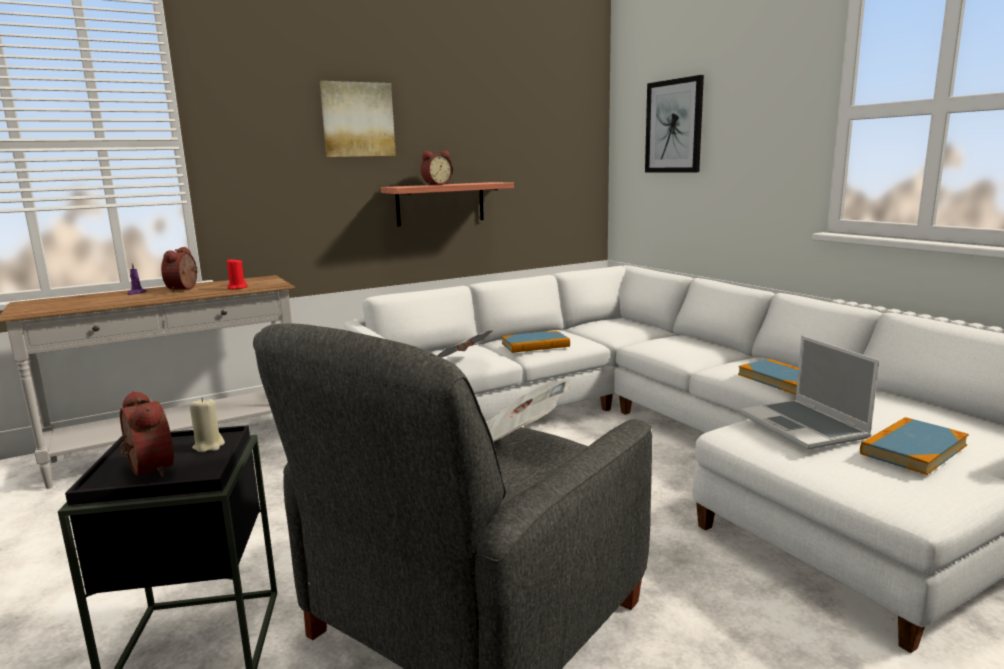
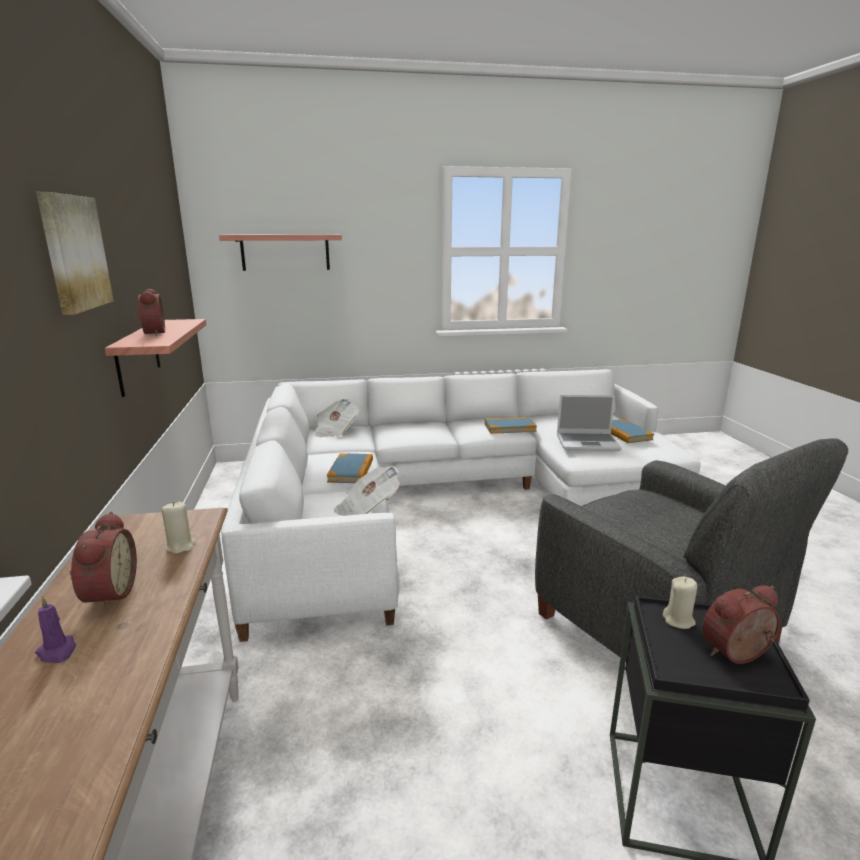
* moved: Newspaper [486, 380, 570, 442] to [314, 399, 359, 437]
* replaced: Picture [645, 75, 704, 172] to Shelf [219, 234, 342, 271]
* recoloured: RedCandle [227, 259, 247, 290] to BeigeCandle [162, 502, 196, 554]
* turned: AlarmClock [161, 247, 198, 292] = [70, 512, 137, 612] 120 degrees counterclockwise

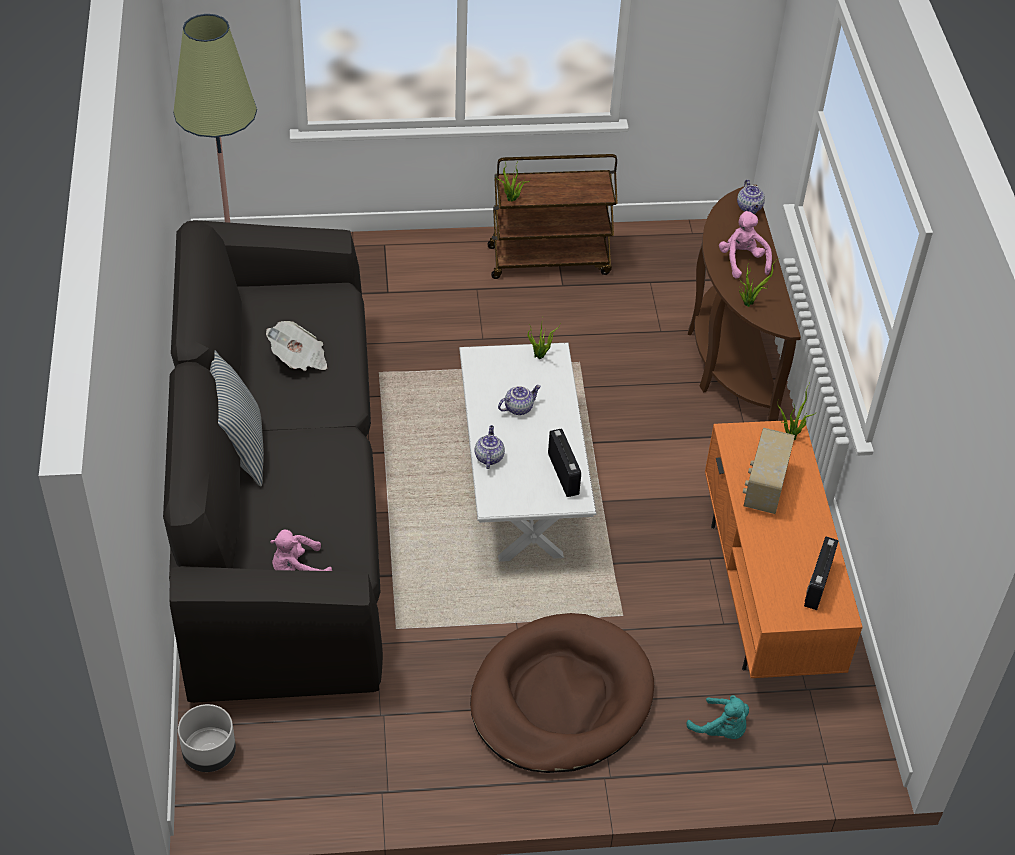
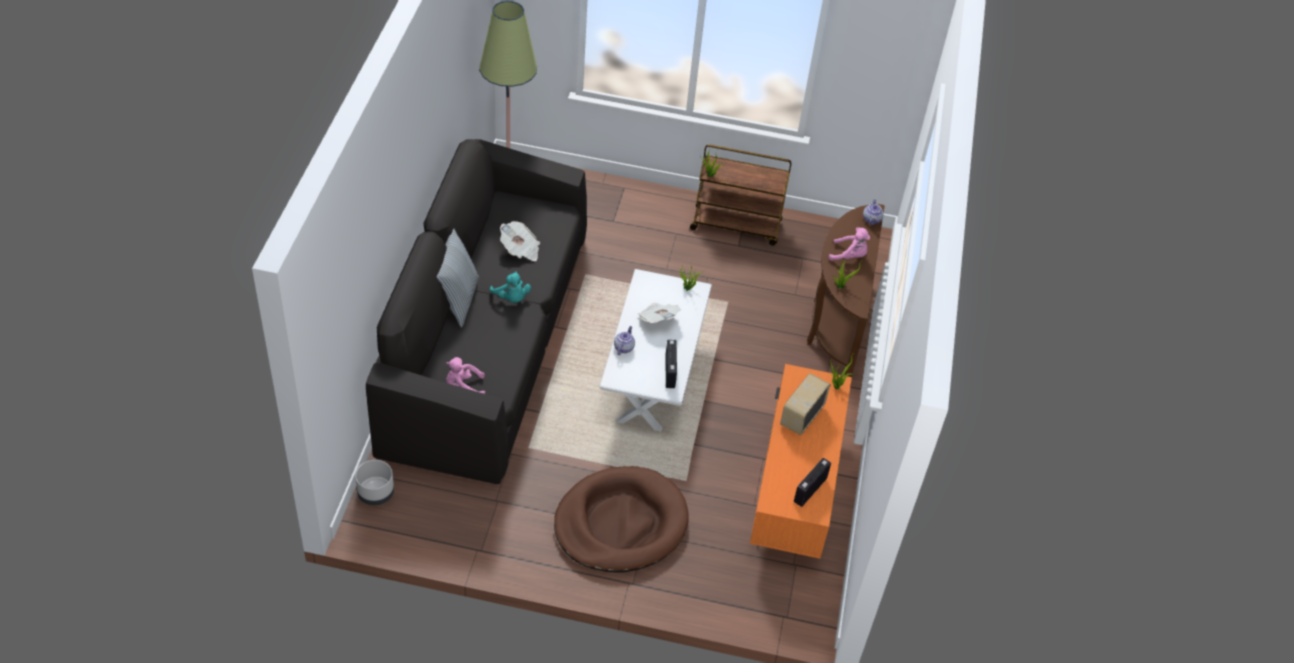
* moved: TurquoisePlushToy [686, 695, 749, 739] to [490, 271, 531, 303]
* replaced: Teapot [498, 385, 541, 415] to Newspaper [637, 303, 681, 323]
* turned: PinkPlushToy [719, 211, 772, 279] = [829, 227, 870, 261] 105 degrees clockwise

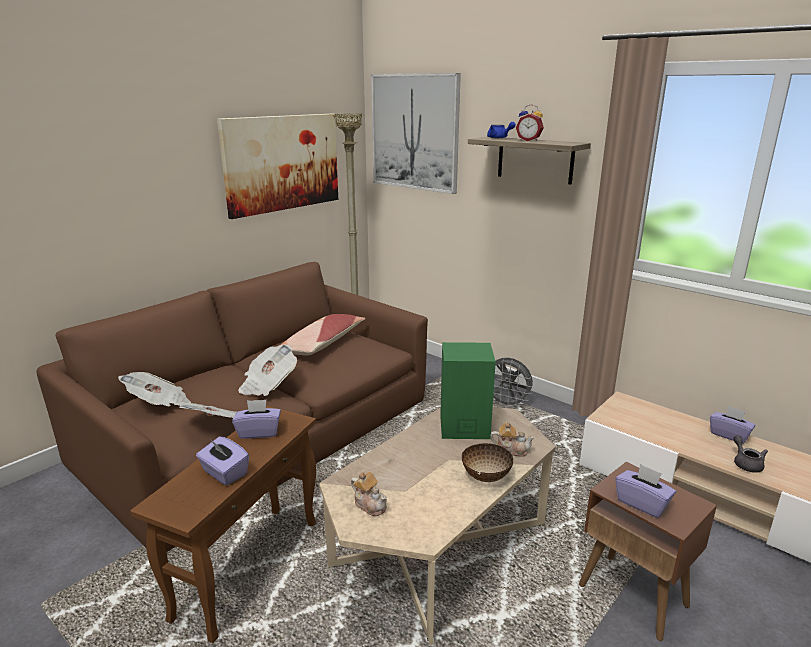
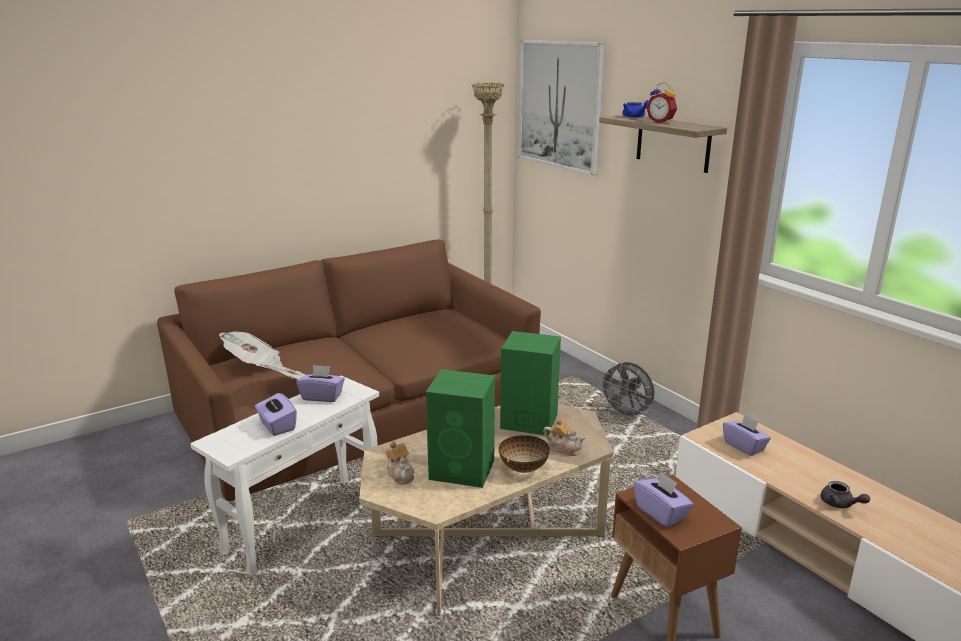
* removed: Picture [217, 114, 338, 219]
* removed: Newspaper [238, 344, 297, 396]
* removed: Pillow [281, 314, 365, 356]
* added: GreenSpeaker [426, 369, 495, 488]
* moved: PurpleTissueBox [710, 406, 756, 444] to [723, 415, 771, 456]
* recoloured: BrownSideTable [130, 406, 316, 643] to WhiteSideTable [190, 376, 379, 577]
* turned: GreyTeapot [733, 435, 768, 473] = [820, 481, 870, 508] 135 degrees clockwise

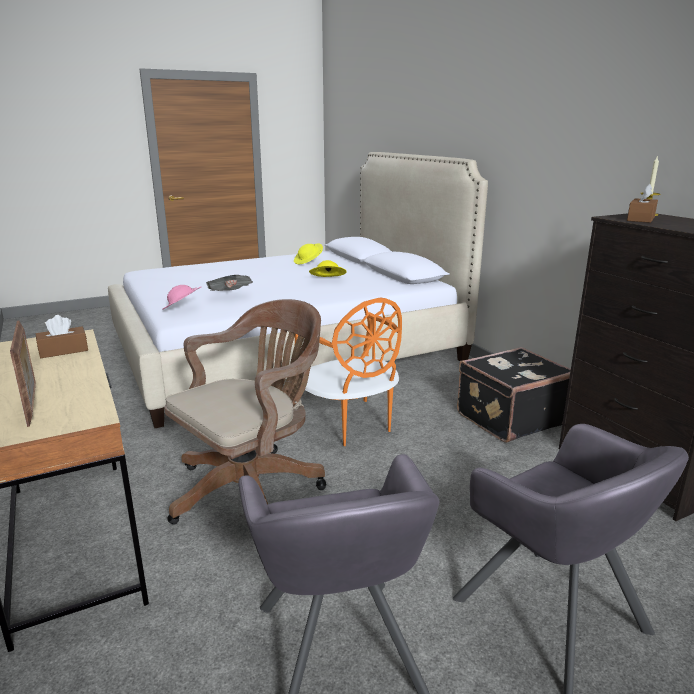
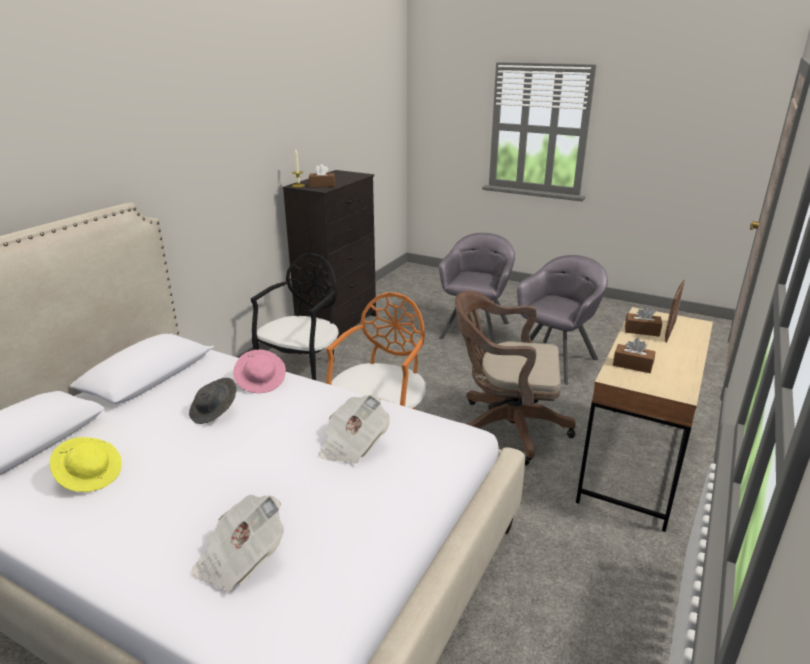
* added: Newspaper [192, 495, 284, 592]
* added: BrownTissueBox [625, 306, 662, 336]
* moved: PinkHat [162, 285, 201, 310] to [233, 350, 286, 393]
* replaced: BlackSuitcase [457, 347, 571, 443] to BlackChair [251, 253, 339, 380]
* recoloured: YellowHat [309, 260, 346, 277] to GreyHat [189, 378, 237, 424]

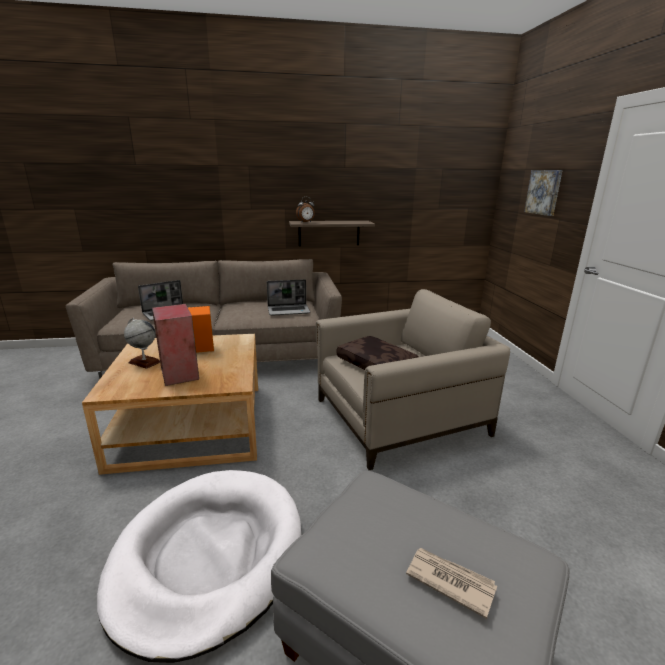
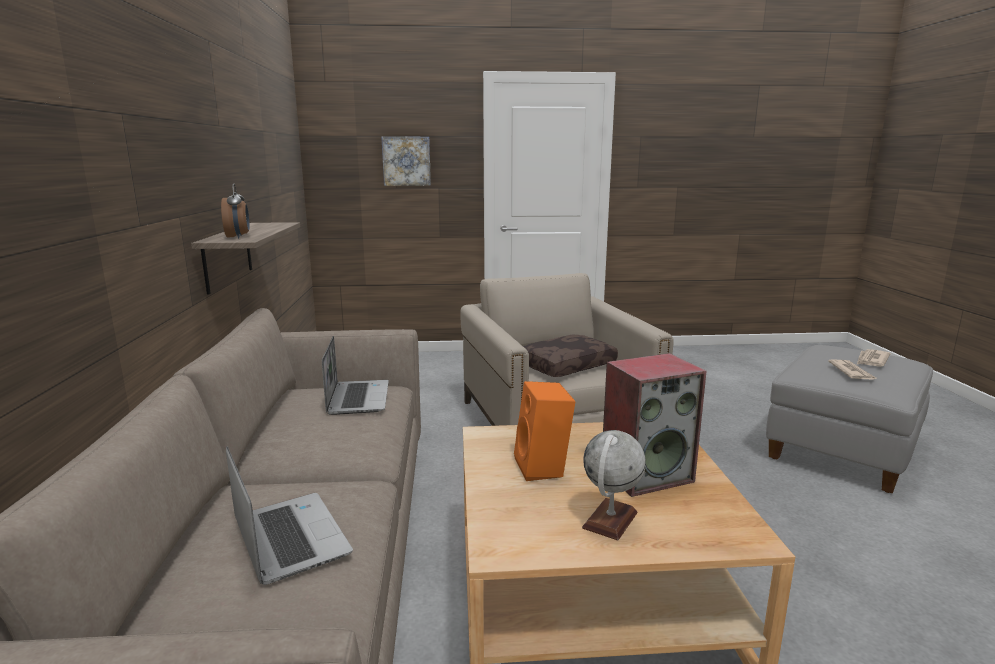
* removed: WhiteDogBed [97, 470, 301, 663]
* added: Newspaper [828, 360, 878, 379]

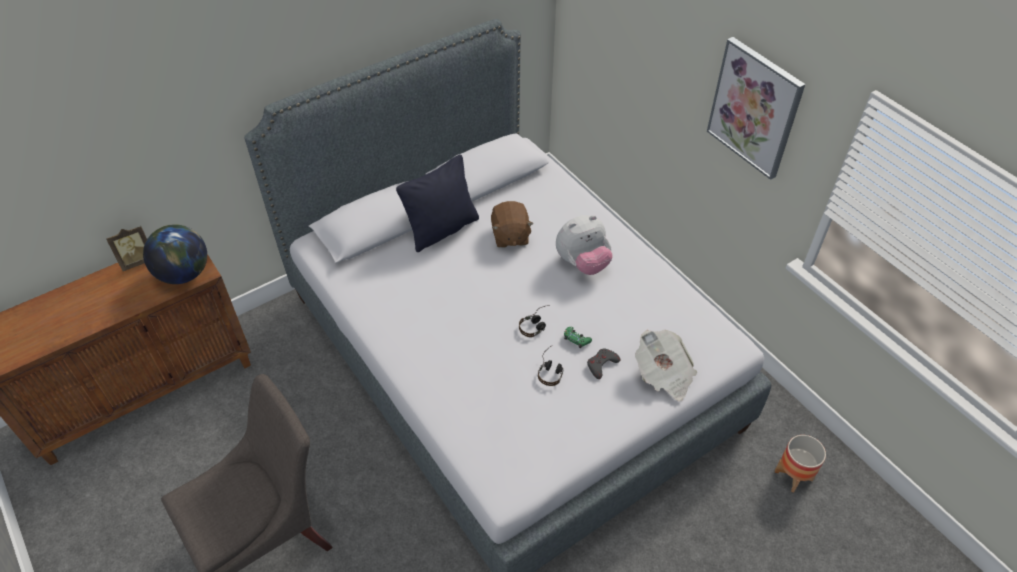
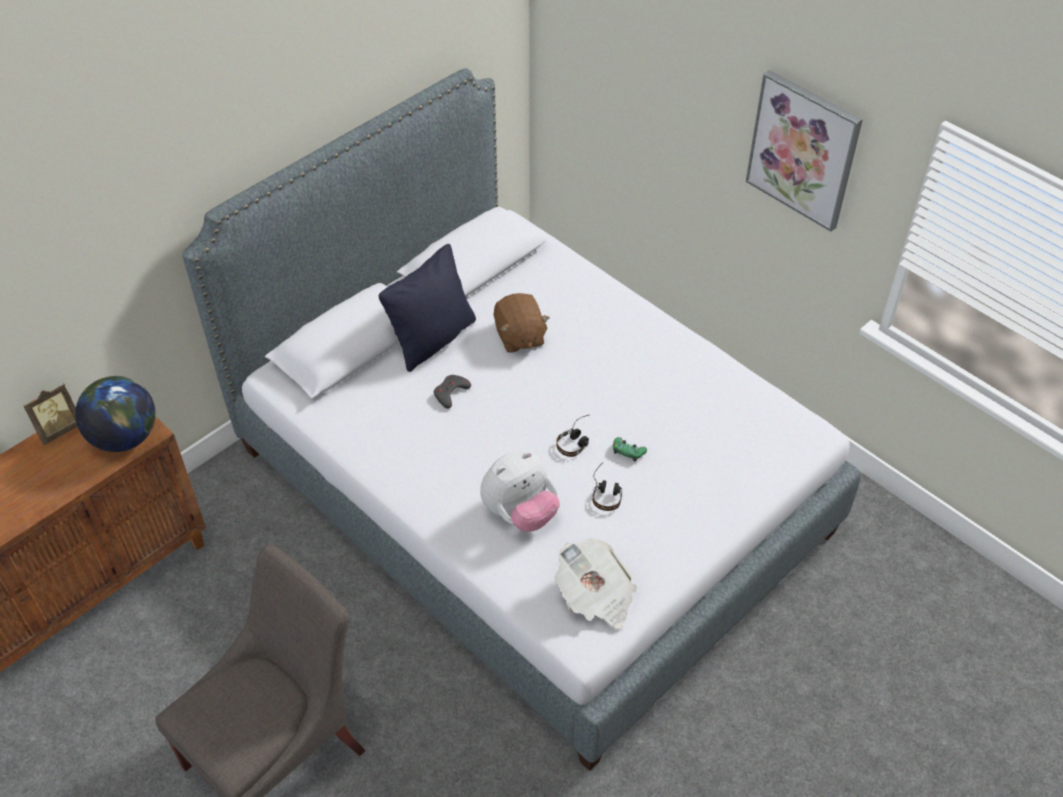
* removed: Planter [775, 435, 826, 492]
* moved: PlushToy [556, 215, 612, 275] to [480, 451, 560, 532]
* moved: GreyGameController [587, 348, 621, 379] to [434, 375, 471, 409]
* moved: Newspaper [635, 330, 697, 401] to [555, 539, 637, 629]

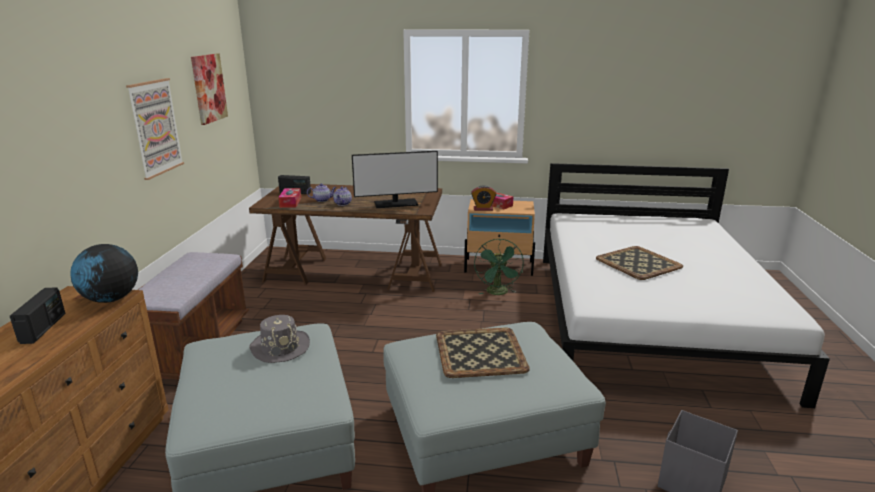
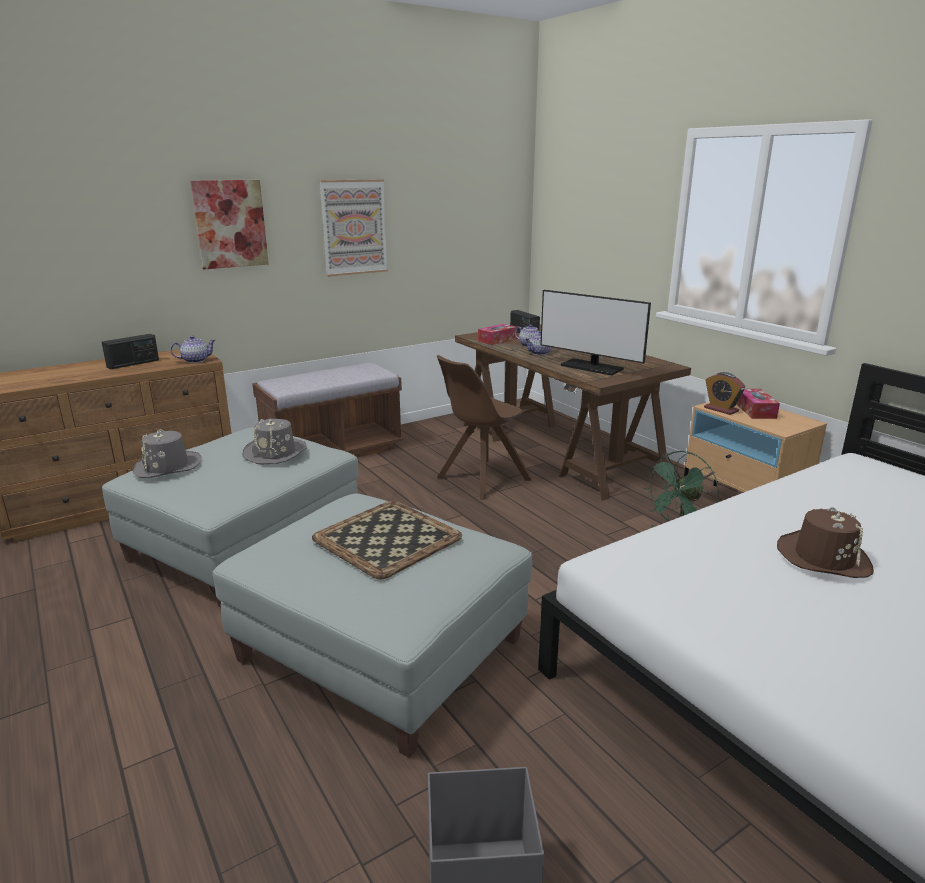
* added: GreyHat [133, 429, 202, 478]
* added: BrownChair [437, 355, 532, 500]
* moved: Picture [191, 54, 228, 125] to [190, 180, 269, 269]
* replaced: Globe [70, 244, 138, 303] to Teapot [170, 336, 216, 363]
* replaced: Tray [596, 246, 683, 280] to BrownHat [777, 507, 874, 578]

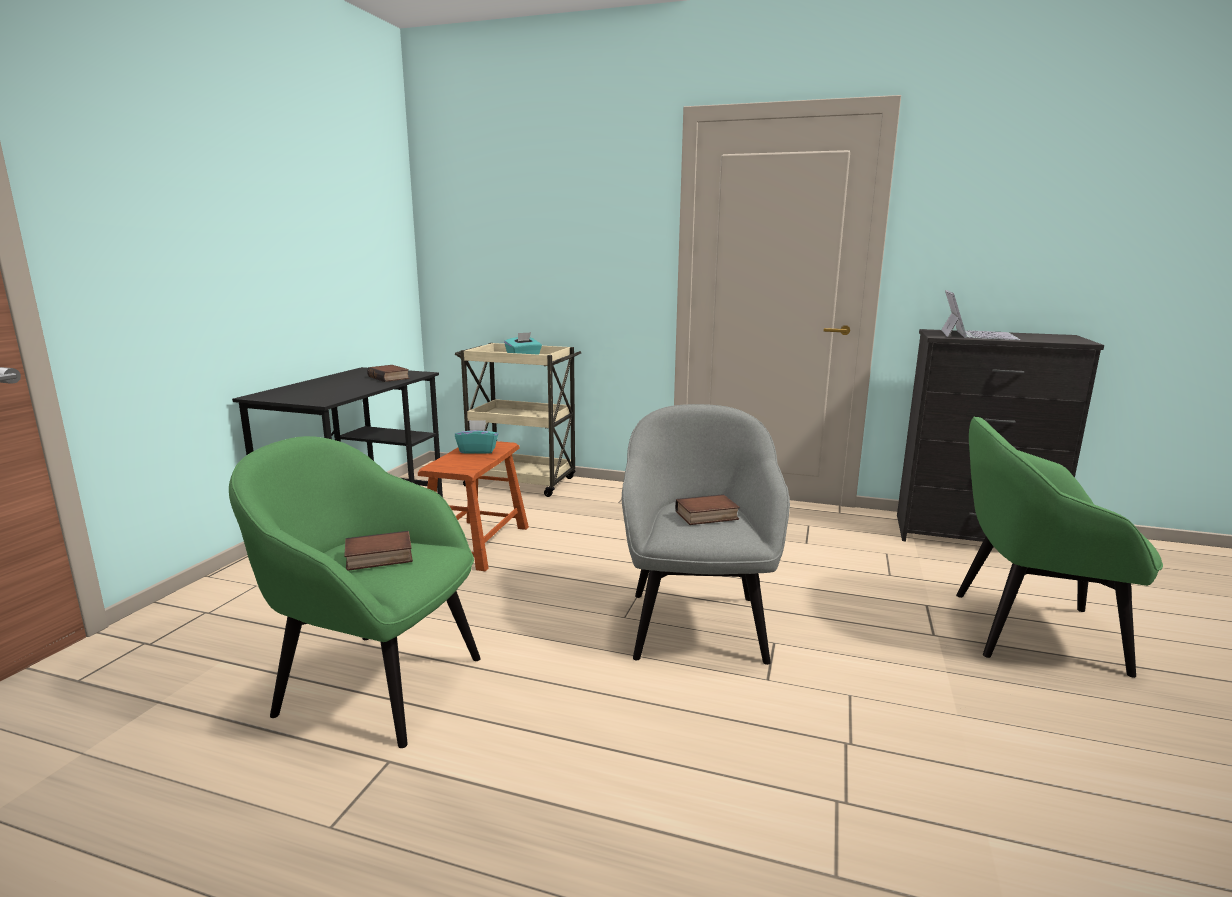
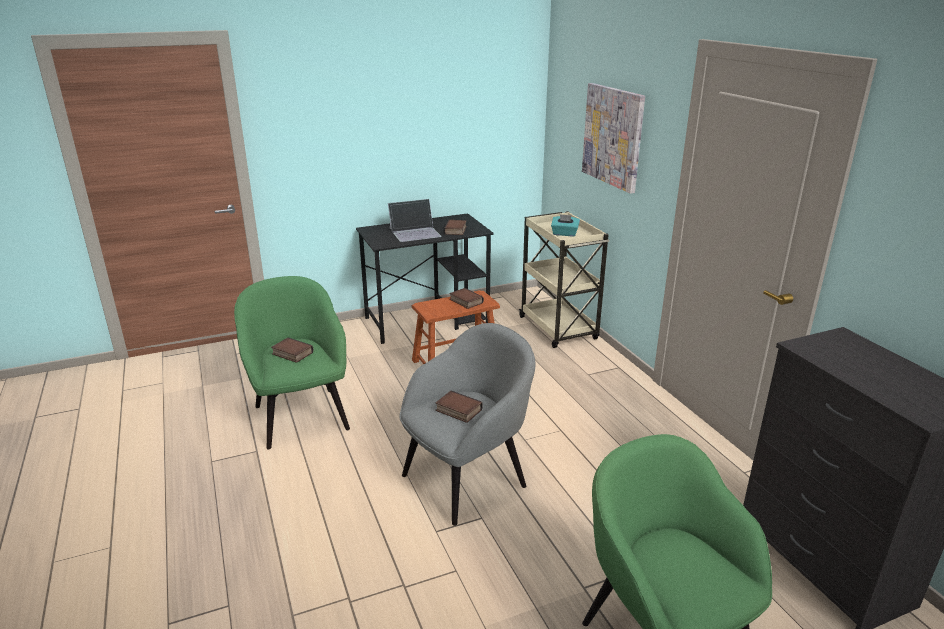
* added: Picture [582, 83, 645, 194]
* moved: Laptop [941, 290, 1020, 340] to [388, 199, 442, 242]
* replaced: TurquoiseTissueBox [455, 420, 498, 454] to Book [450, 288, 484, 309]

